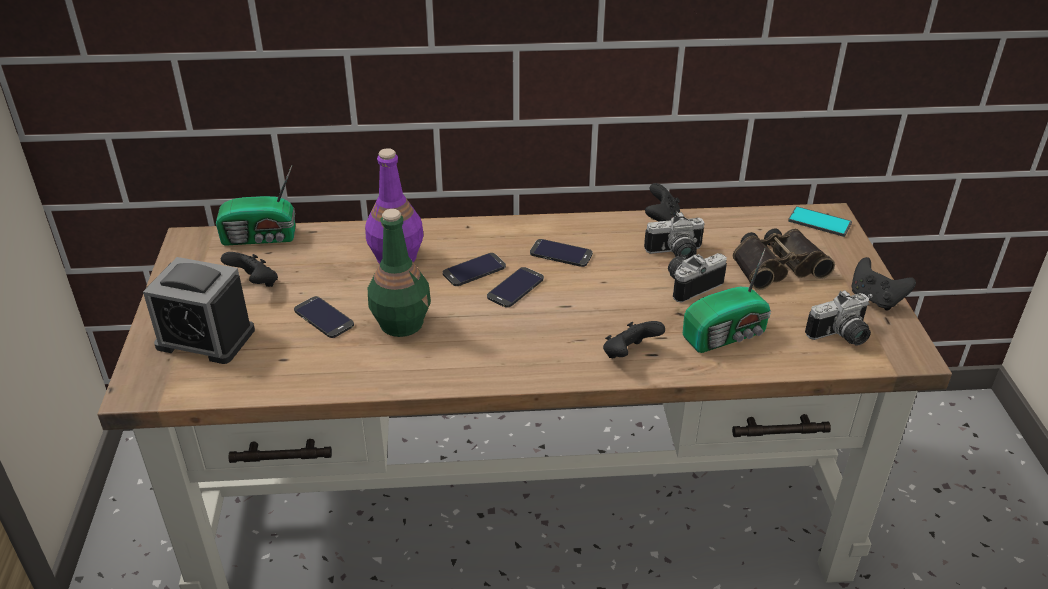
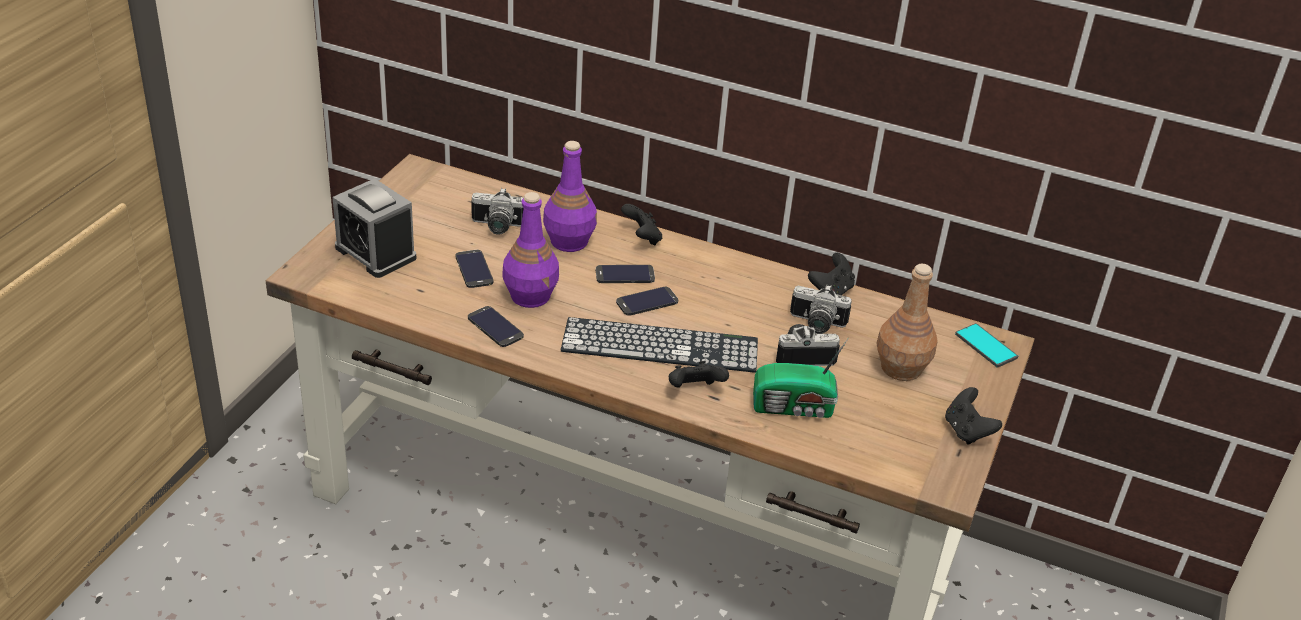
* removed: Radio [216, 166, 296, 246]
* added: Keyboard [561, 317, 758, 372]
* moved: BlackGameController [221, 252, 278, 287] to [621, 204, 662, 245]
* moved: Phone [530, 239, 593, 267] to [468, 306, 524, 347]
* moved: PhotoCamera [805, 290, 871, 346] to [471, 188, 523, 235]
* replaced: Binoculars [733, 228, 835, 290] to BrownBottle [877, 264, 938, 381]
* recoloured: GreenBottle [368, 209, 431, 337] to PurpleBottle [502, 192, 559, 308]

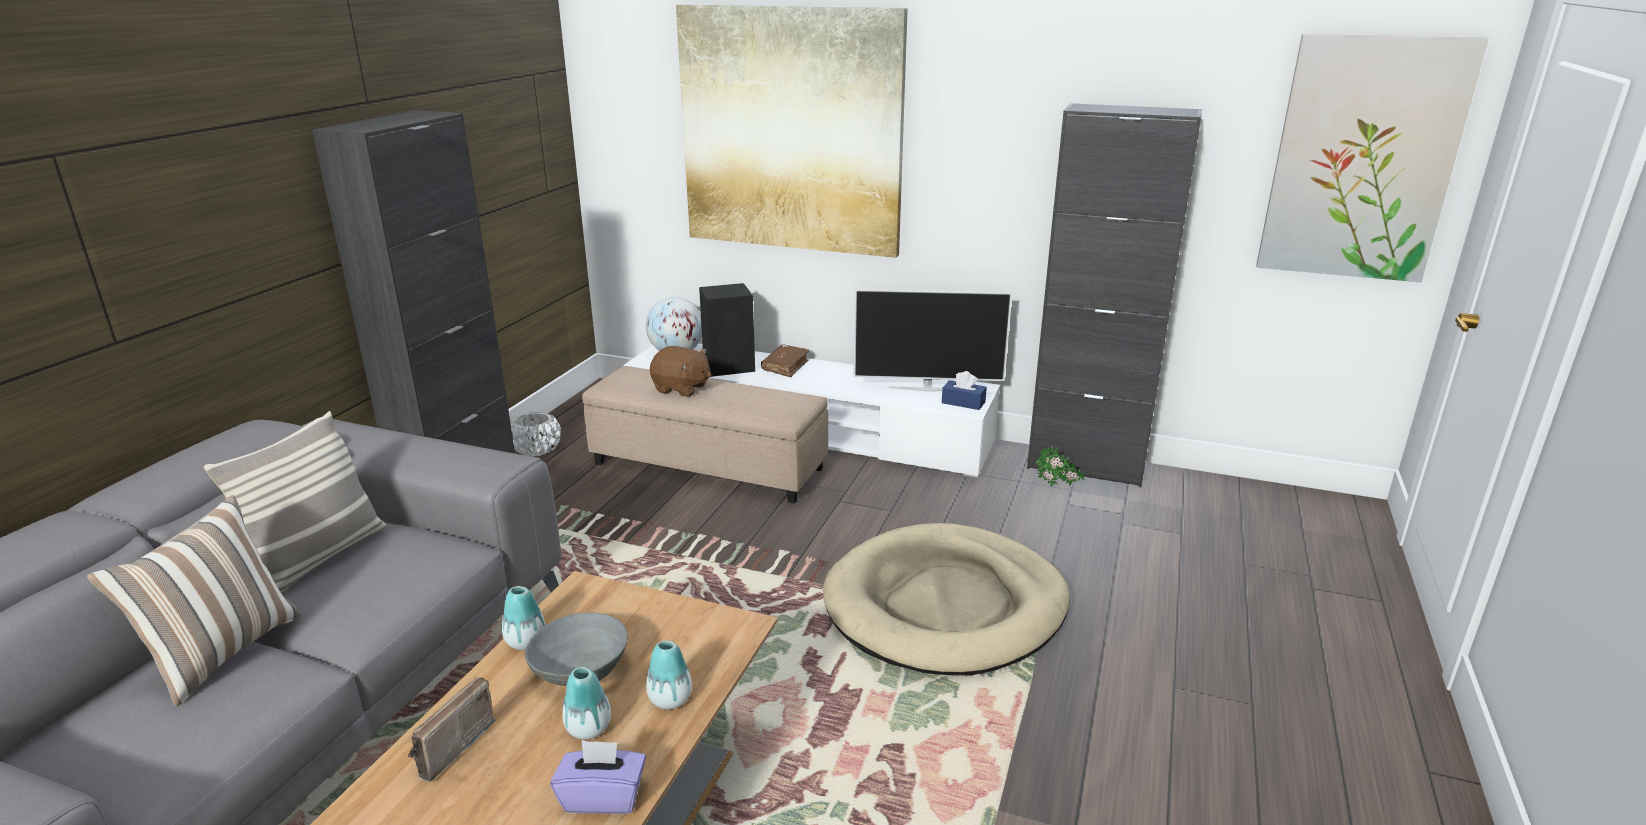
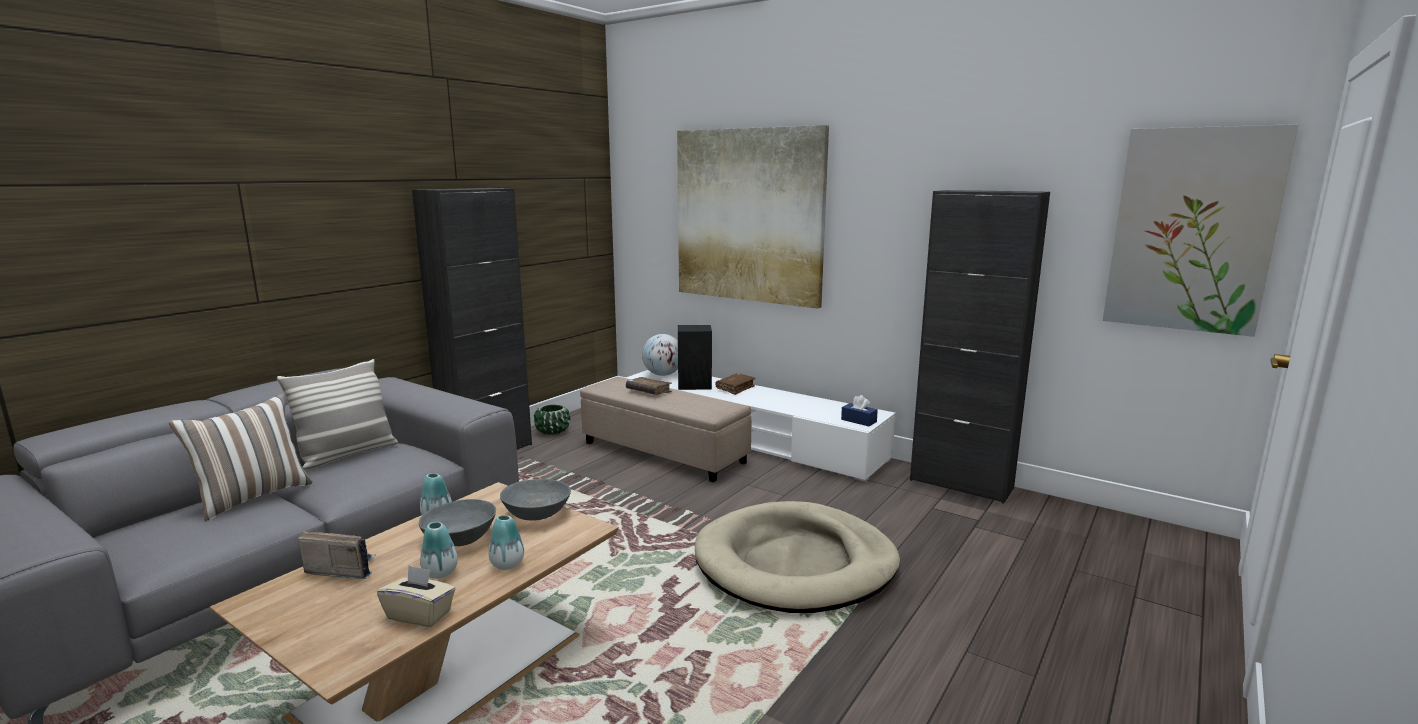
* removed: Television [853, 289, 1012, 391]
* removed: PottedPlant [1035, 447, 1085, 486]
* added: GreyBowl [500, 479, 571, 521]
* replaced: BrownPlushToy [650, 346, 712, 397] to BrownBook [626, 377, 672, 395]
* recoloured: WhitePlanter [511, 412, 561, 457] to GreenPlanter [534, 404, 570, 435]
* recoloured: PurpleTissueBox [551, 740, 646, 814] to BeigeTissueBox [377, 565, 456, 627]
* turned: Radio [408, 676, 496, 782] = [298, 531, 376, 579] 60 degrees clockwise

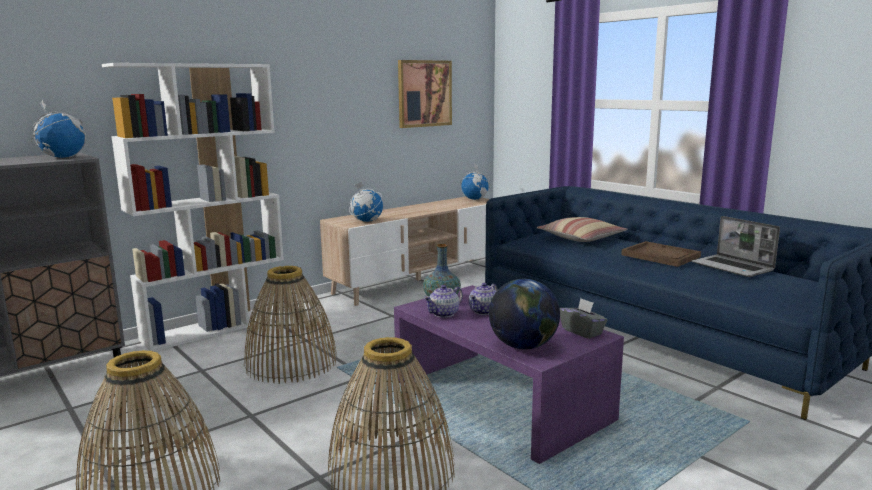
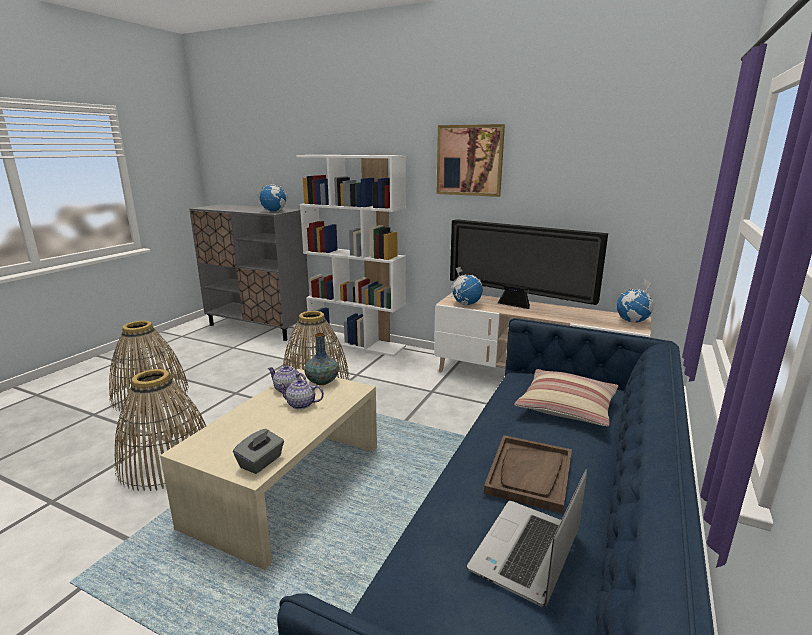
* removed: Globe [489, 279, 560, 349]
* added: Television [450, 219, 608, 309]
* moved: Picture [398, 60, 452, 128] to [436, 124, 505, 197]
* recoloured: PurpleCoffeeTable [394, 285, 624, 464] to BeigeCoffeeTable [160, 369, 377, 570]

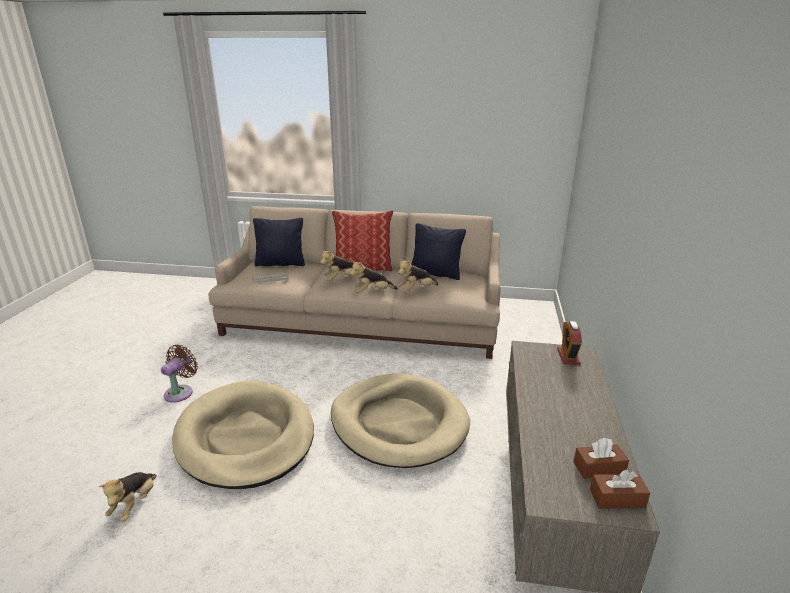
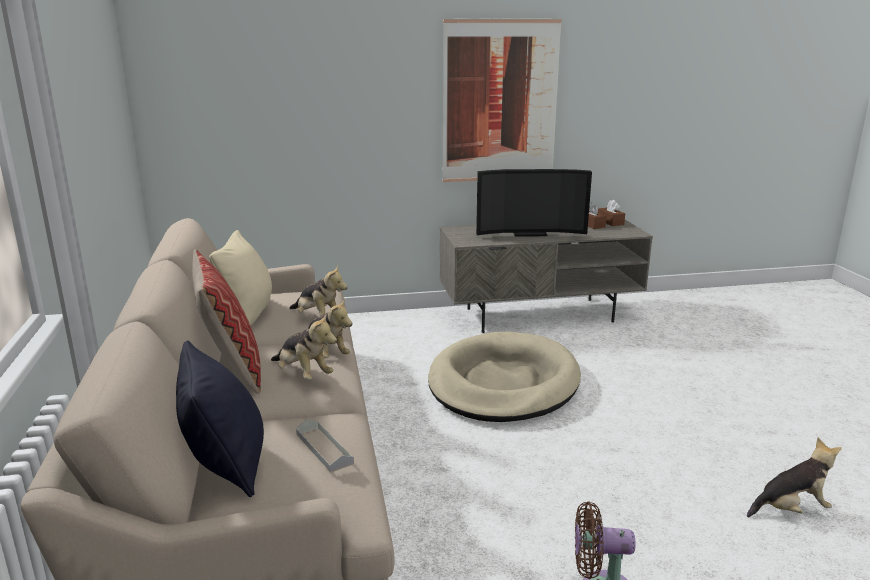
* removed: BeigeDogBed [172, 381, 314, 489]
* removed: AlarmClock [557, 321, 582, 365]
* added: Picture [442, 18, 562, 182]
* added: Television [476, 169, 592, 237]
* recoloured: BlackPillow [411, 223, 466, 280] to BeigePillow [209, 230, 272, 326]

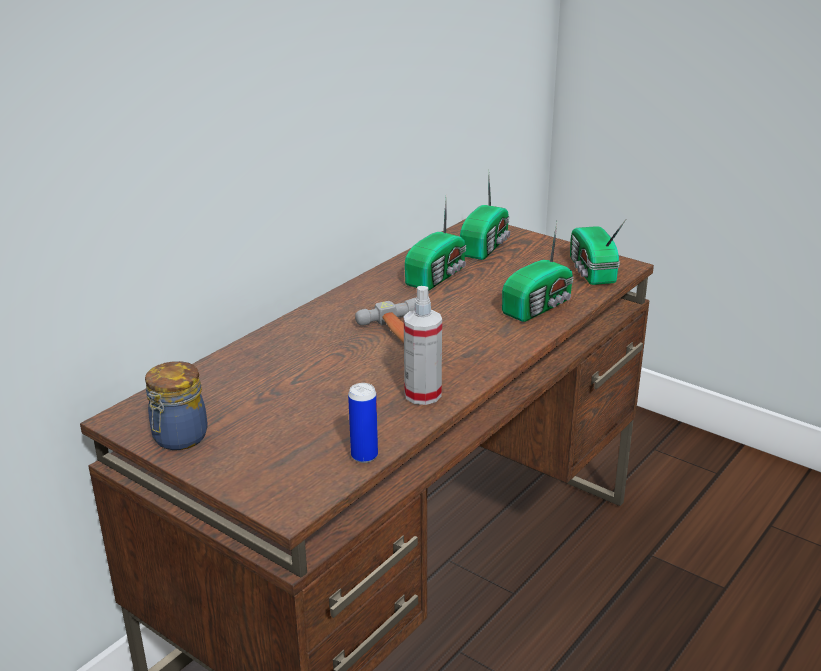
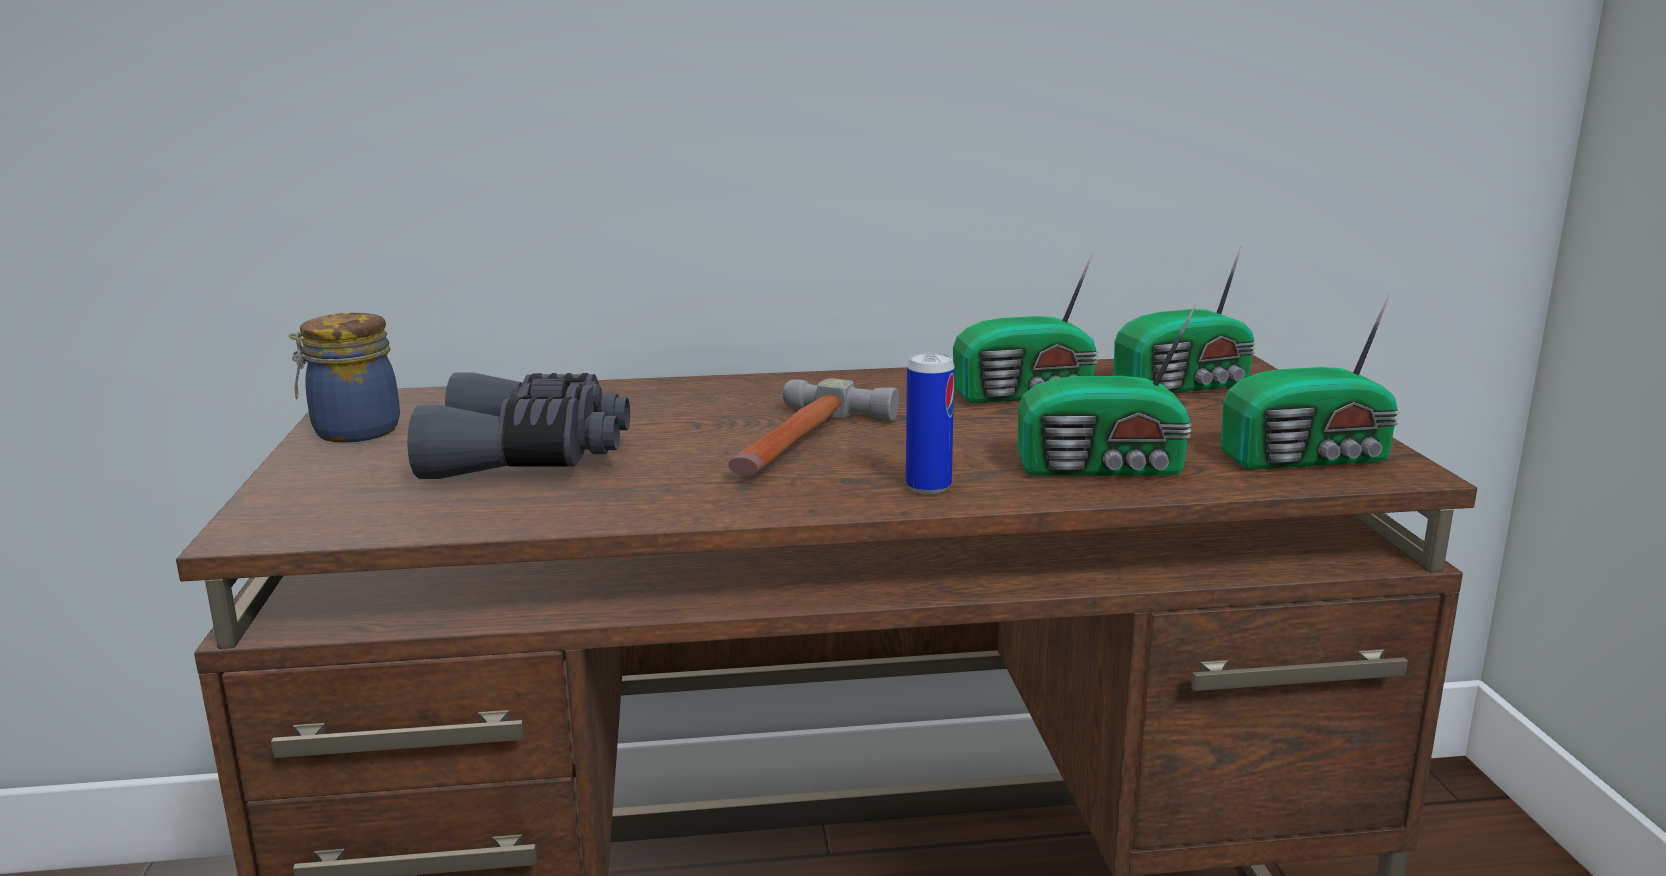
* removed: SprayBottle [404, 286, 442, 405]
* added: GreyBinoculars [407, 372, 630, 479]
* moved: Can [348, 383, 378, 463] to [906, 353, 955, 494]
* turned: Radio [570, 219, 626, 285] = [1221, 294, 1400, 470] 135 degrees counterclockwise

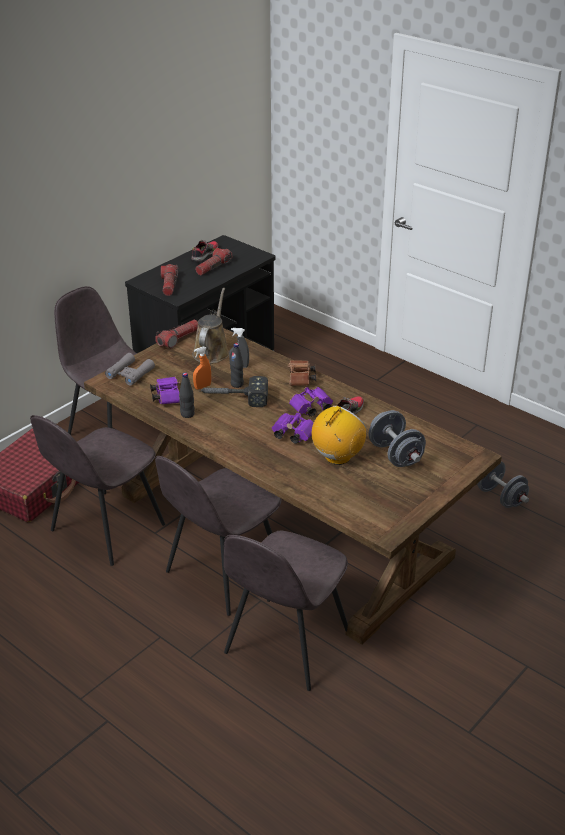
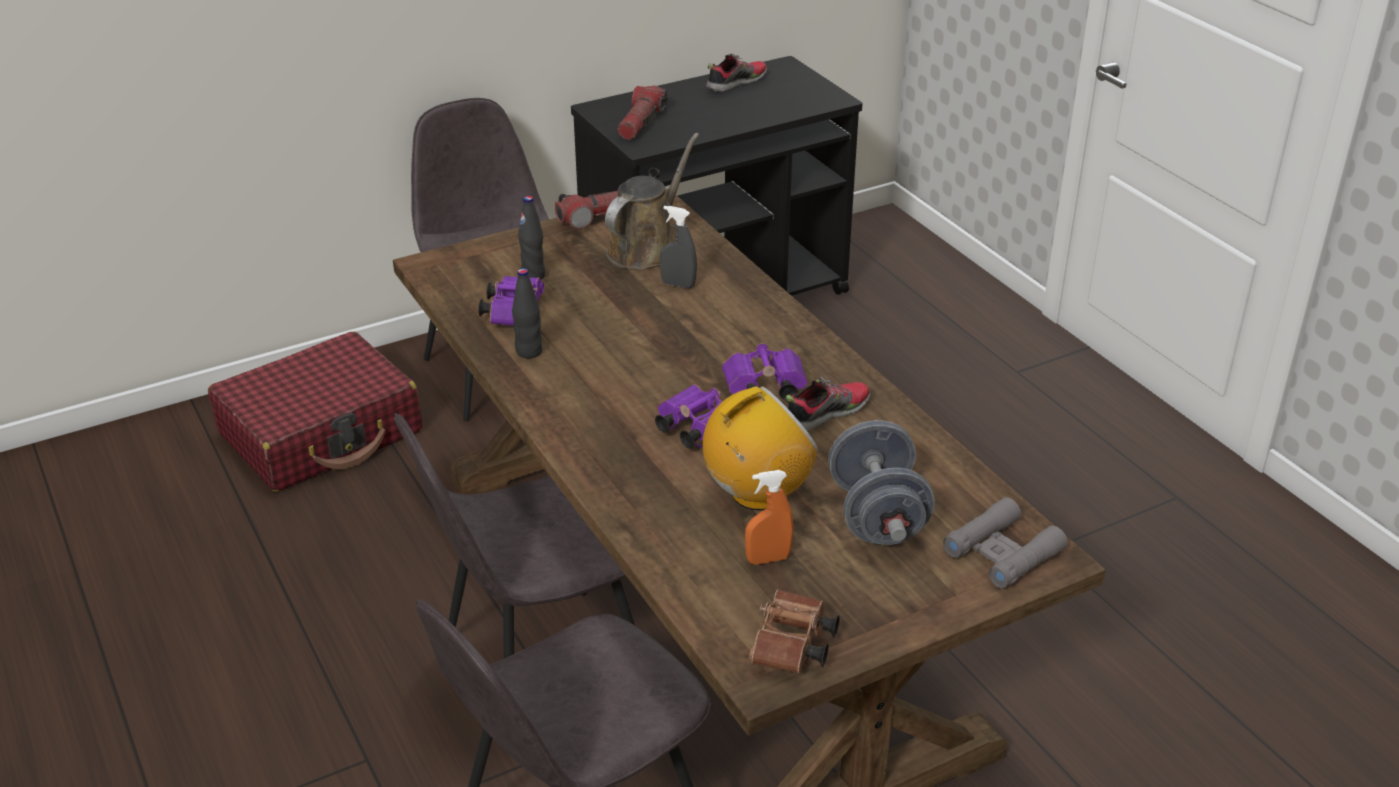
* removed: GreyChair [30, 415, 165, 566]
* removed: Flashlight [195, 248, 232, 276]
* removed: Hammer [198, 376, 268, 407]
* removed: GreyDumbbell [478, 461, 529, 508]
* moved: GreyBinoculars [105, 353, 155, 386] to [943, 497, 1067, 588]
* moved: OrangeSprayBottle [193, 346, 211, 390] to [745, 470, 793, 565]
* moved: BlackBottle [230, 343, 244, 388] to [518, 196, 545, 279]
* moved: BrownBinoculars [288, 360, 316, 386] to [749, 589, 840, 674]

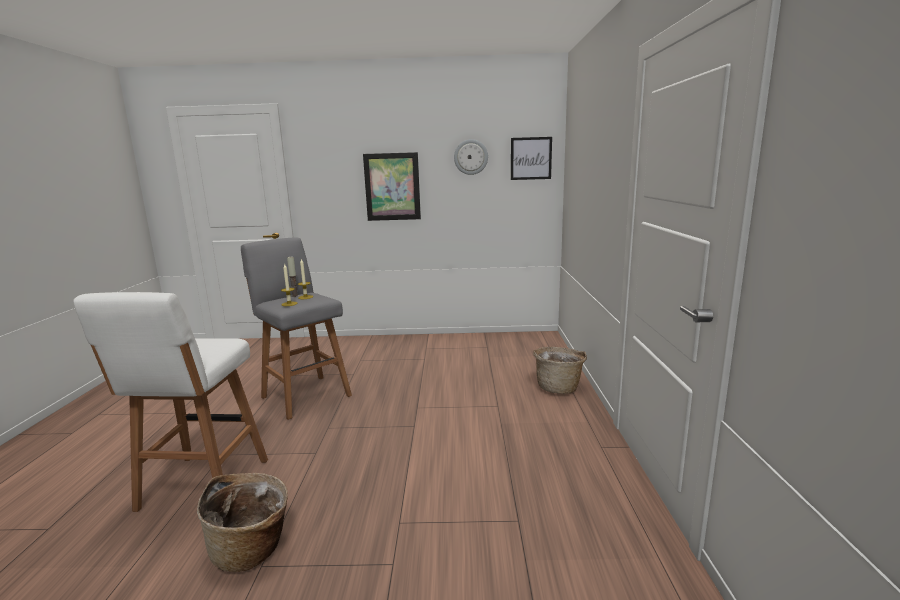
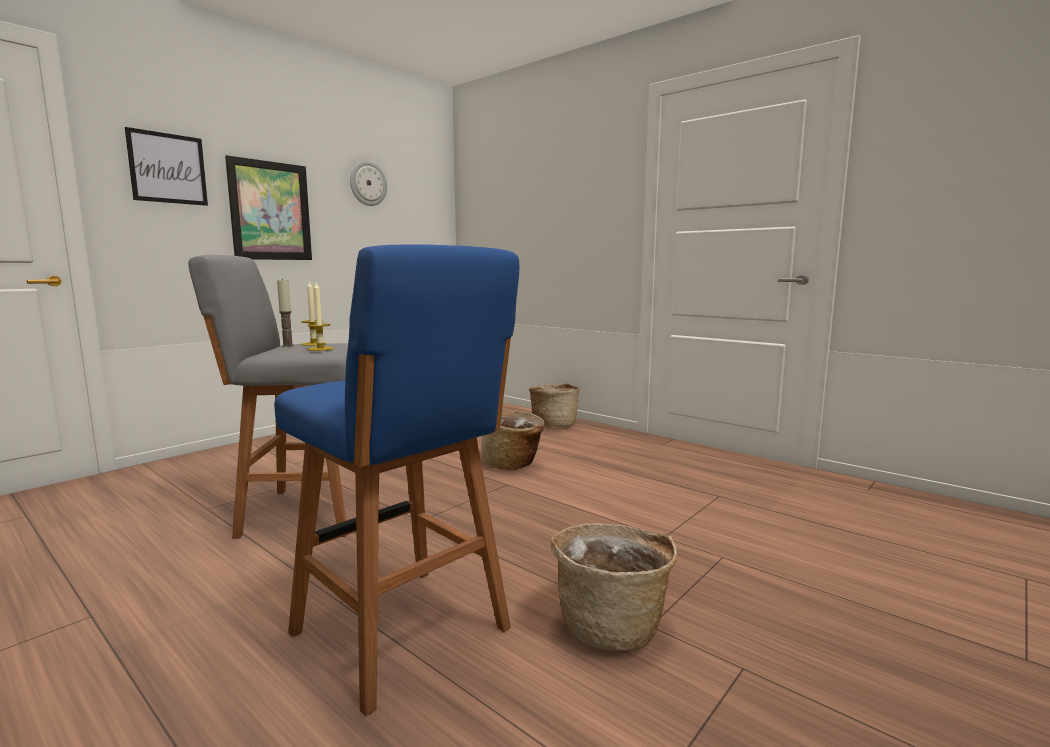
* added: Basket [481, 408, 545, 470]
* moved: Picture [511, 137, 552, 180] to [125, 127, 208, 206]
* recoloured: WhiteStool [73, 292, 268, 512] to BlueStool [274, 244, 519, 716]

